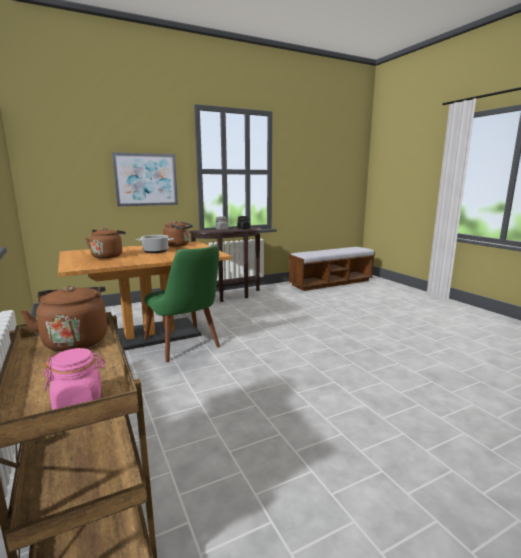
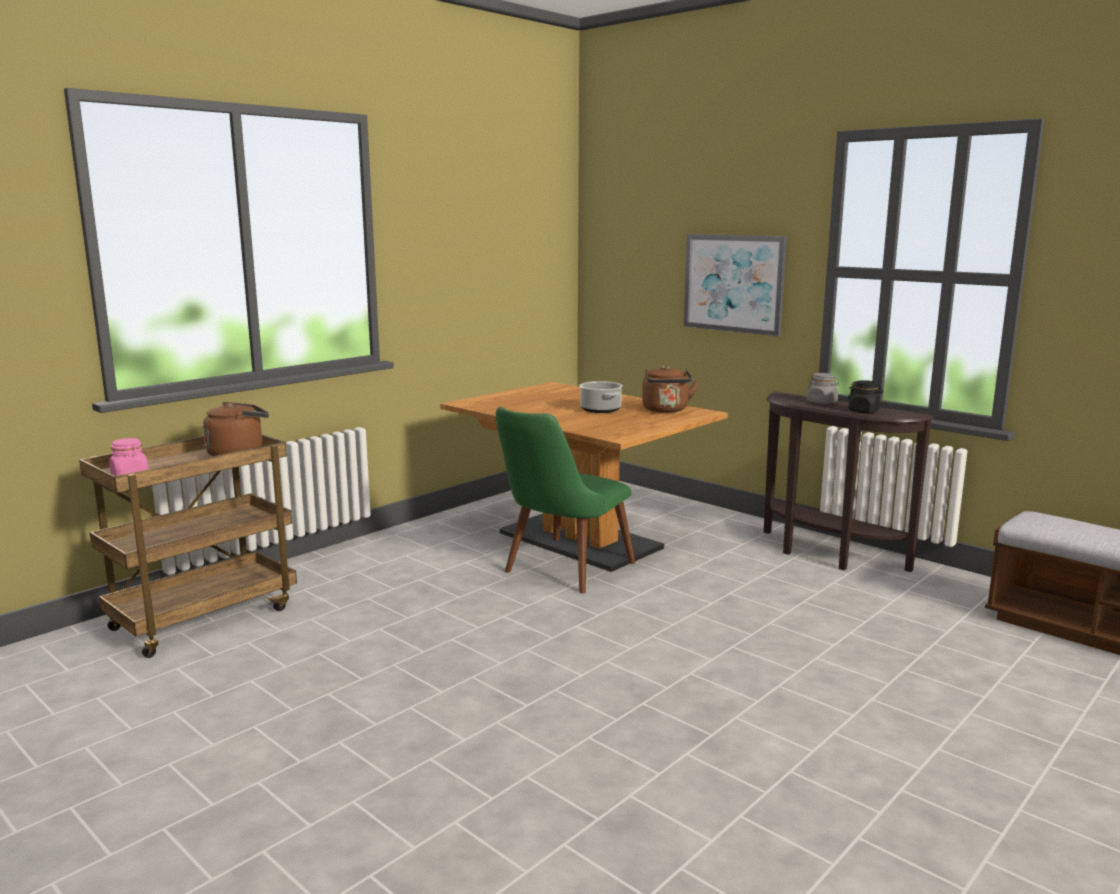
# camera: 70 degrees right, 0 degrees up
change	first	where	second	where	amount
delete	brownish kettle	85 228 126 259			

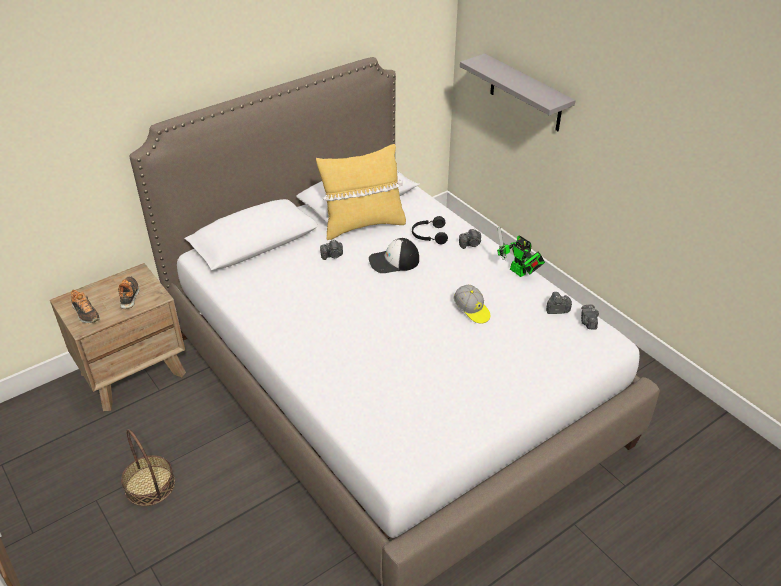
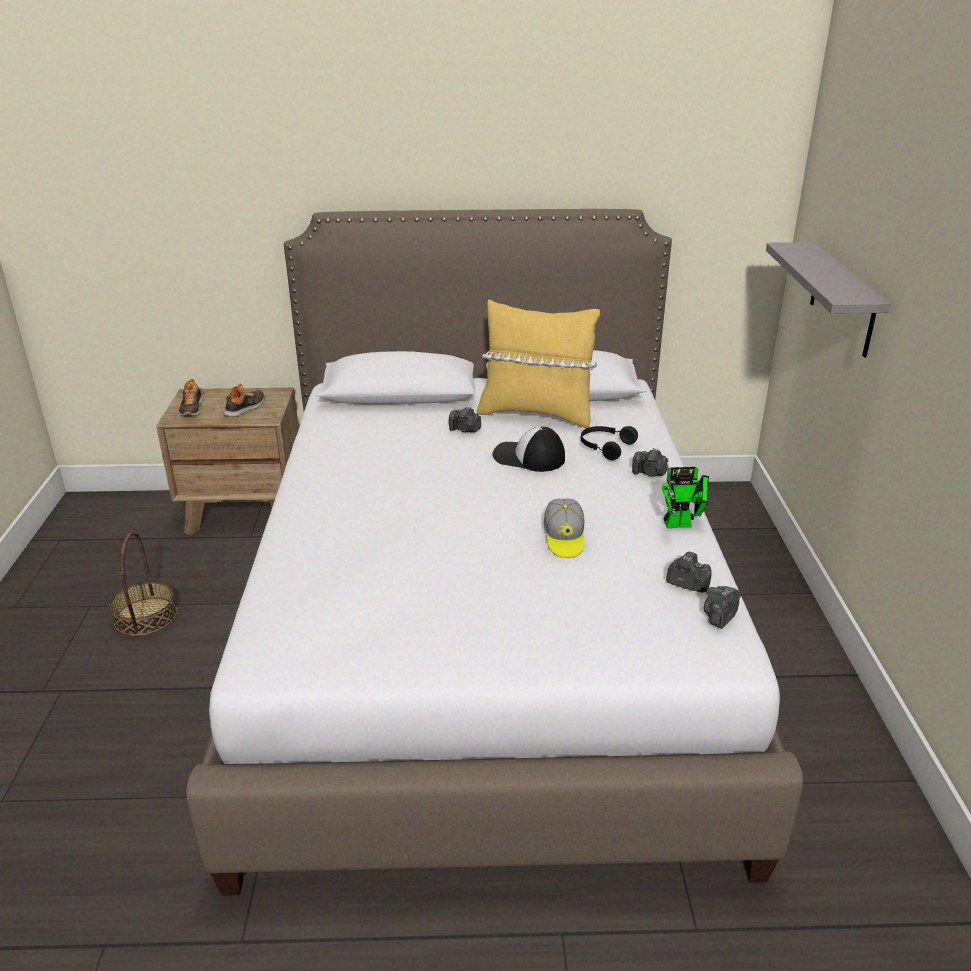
# camera: 35 degrees right, 10 degrees down
change	first	where	second	where	amount
rotate	robot figure	497 226 545 277		662 462 709 528	90 degrees counterclockwise

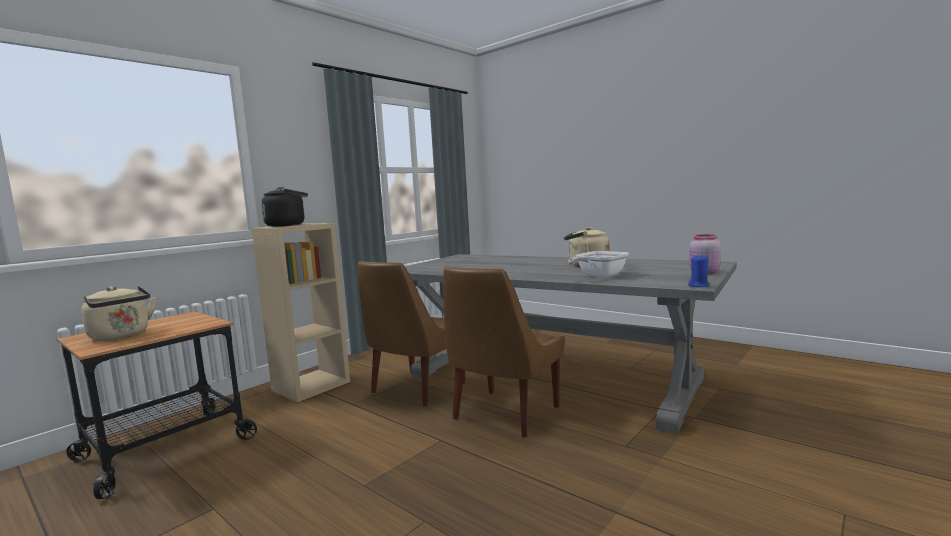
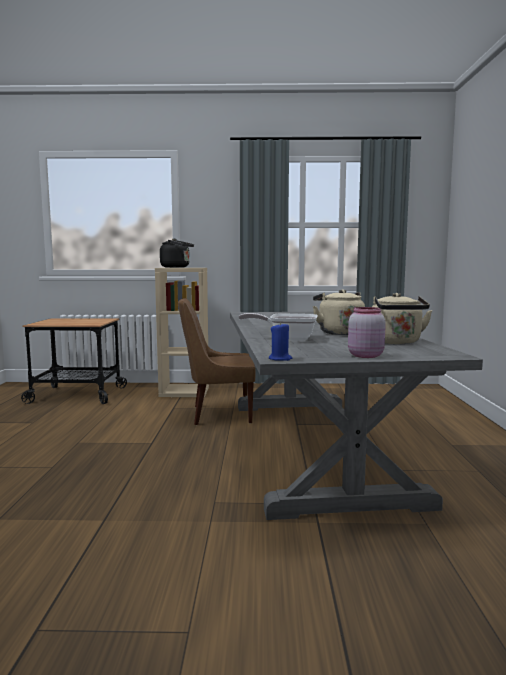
# camera: 50 degrees right, 0 degrees up
change	first	where	second	where	amount
delete	brownish upright chair	443 266 564 438			
move	sand-coloured kettle	81 286 156 340		372 293 432 344	

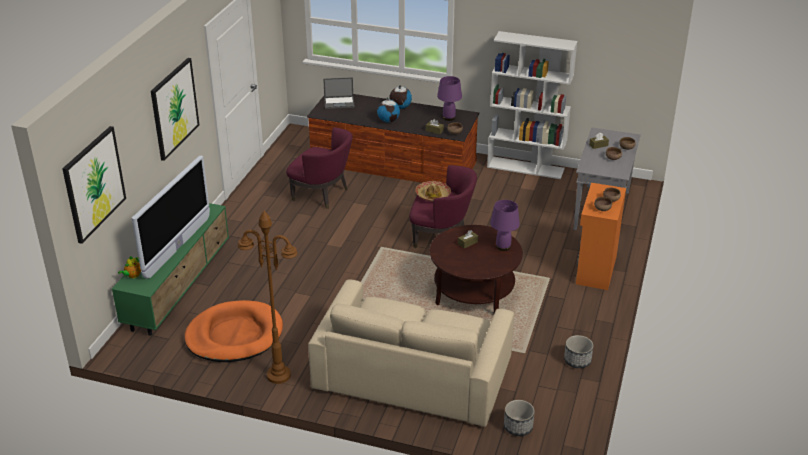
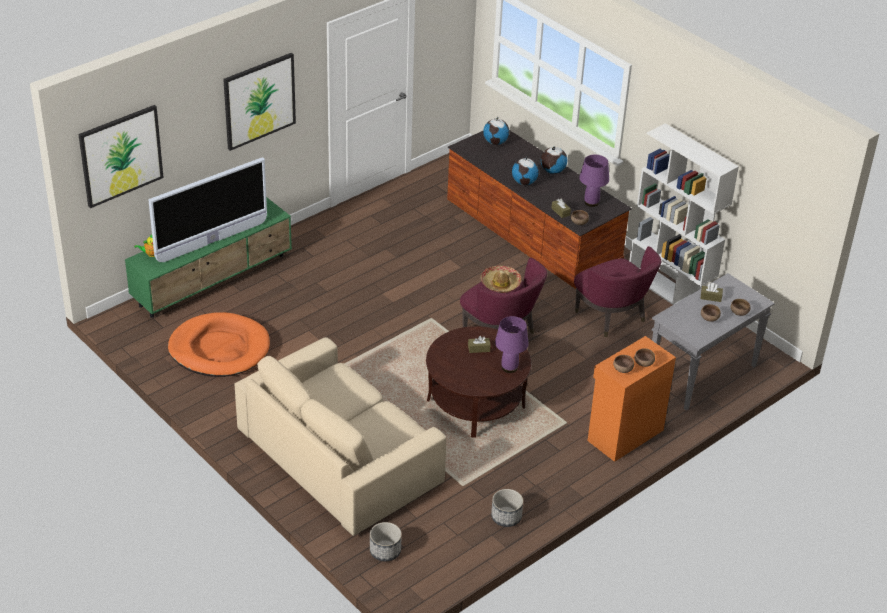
# camera: 30 degrees right, 5 degrees up
change	first	where	second	where	amount
replace	notebook computer	323 77 355 109	desk globe	483 117 510 145	
move	purple easy chair	286 127 353 209		574 246 661 337	
delete	brownish floor lamp	238 211 297 384			

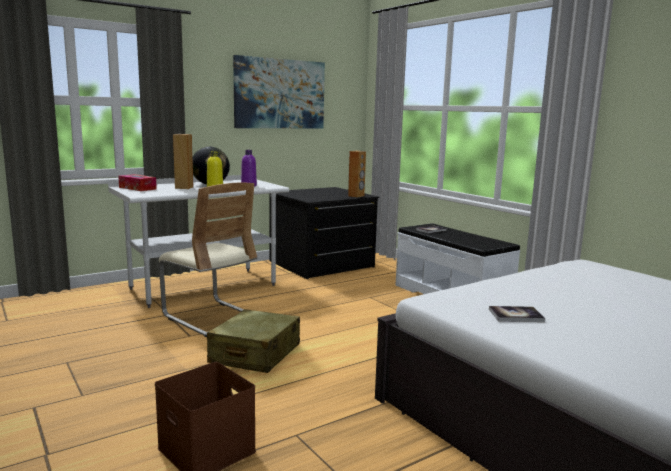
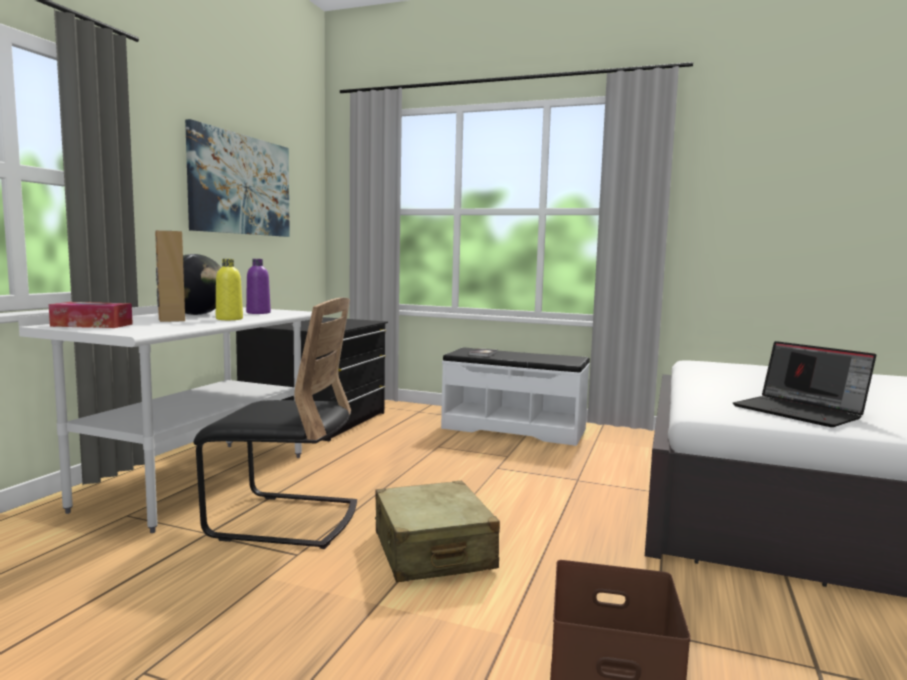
# camera: 35 degrees left, 5 degrees down
change	first	where	second	where	amount
delete	brownish speaker	348 151 366 198			
recolor	sand-coloured upright chair	159 182 257 337	black-coloured upright chair	193 298 357 549	
replace	volume	489 306 545 322	notebook computer	733 341 876 427	

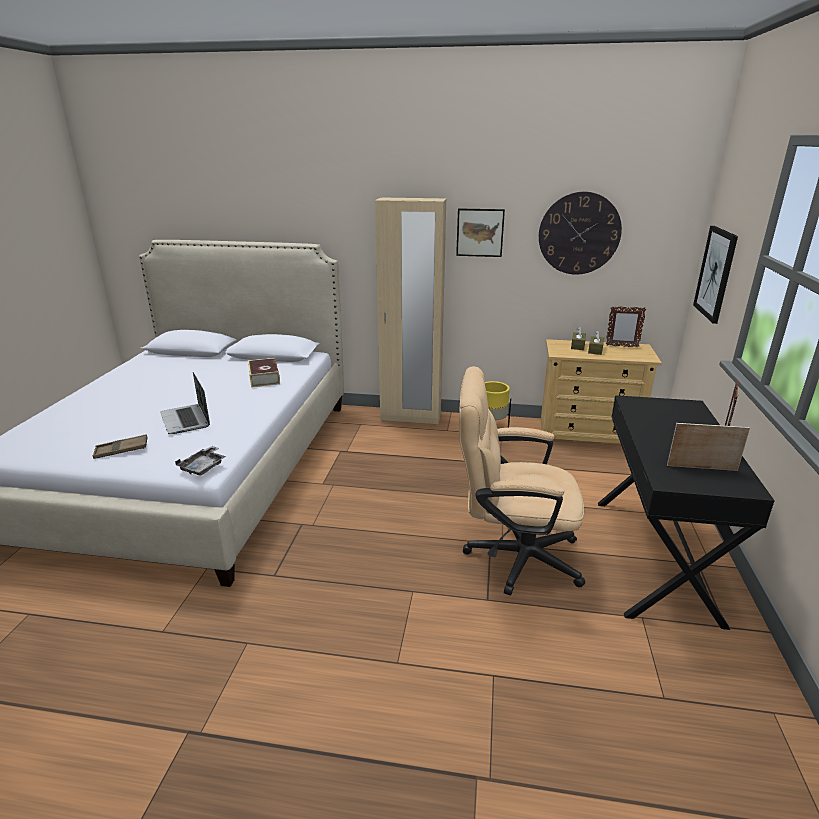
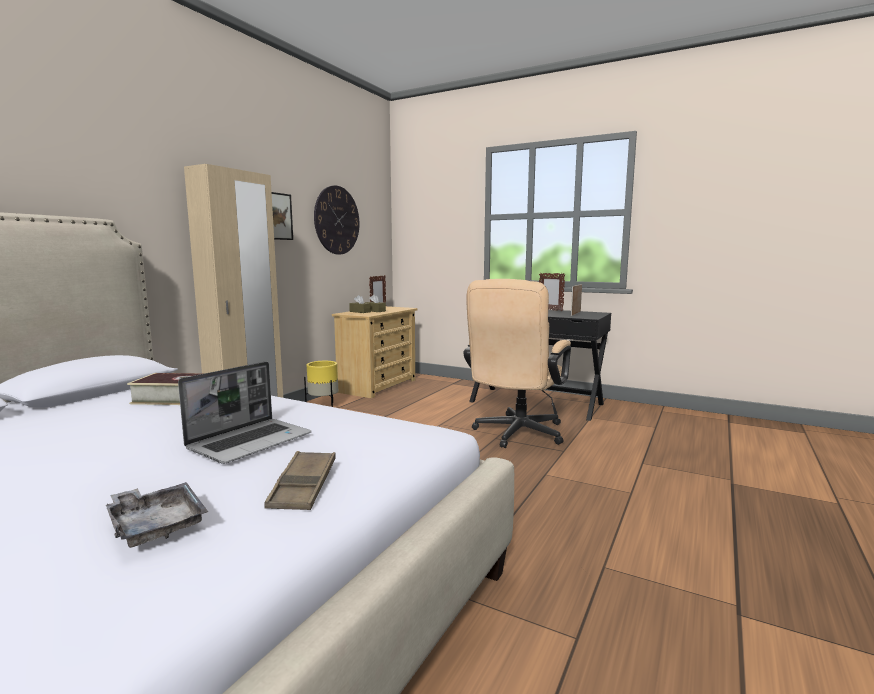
# camera: 70 degrees left, 15 degrees down
change	first	where	second	where	amount
delete	wall picture	693 226 738 324			
rotate	notebook computer	160 372 210 434		178 361 311 464	45 degrees counterclockwise
move	grey carrying tray	175 446 226 476		106 482 208 548	

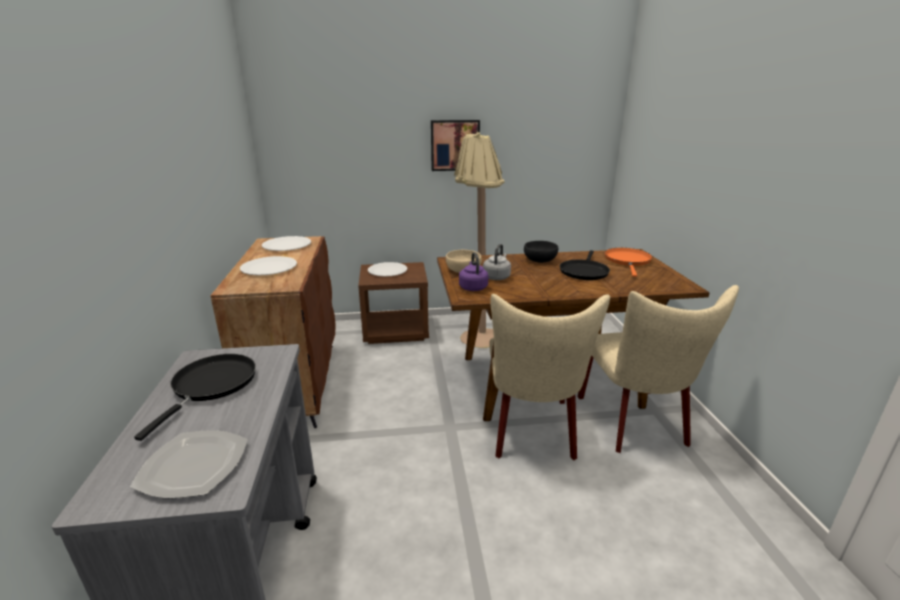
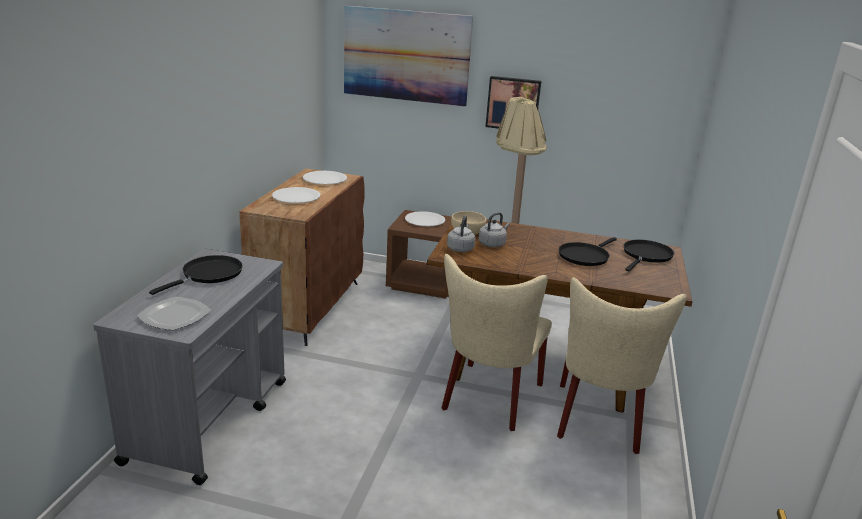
# camera: 20 degrees right, 0 degrees up
change	first	where	second	where	amount
delete	black-coloured bowl	524 241 558 263			
recolor	orange pan	605 248 653 277	black-coloured pan	624 240 674 271	
recolor	purple kettle	459 252 488 291	grey kettle	447 216 475 252	
insert			wall picture	344 6 473 107	

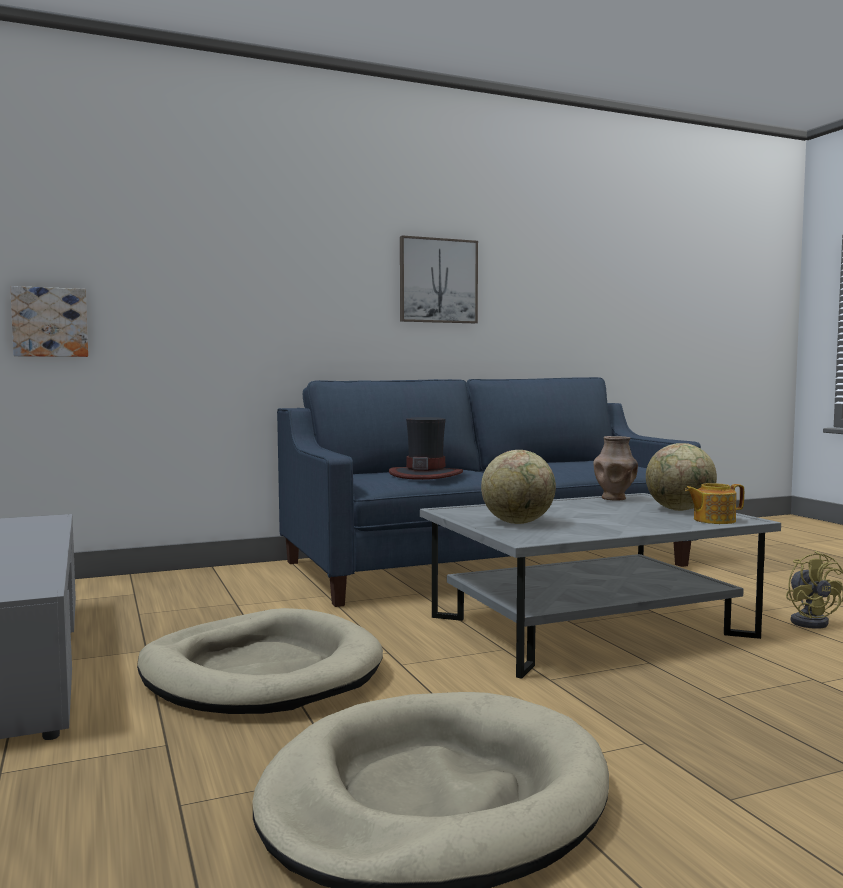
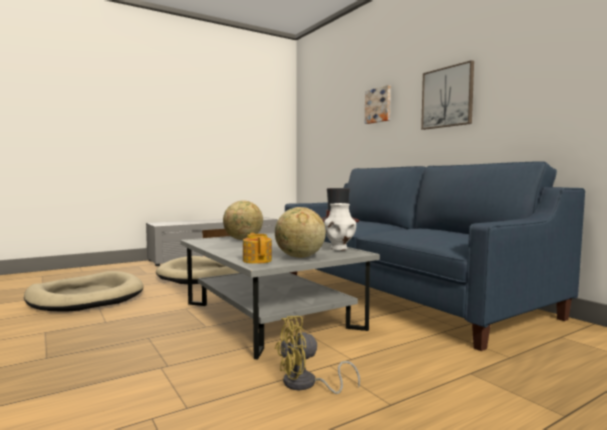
# camera: 80 degrees right, 0 degrees up
change	first	where	second	where	amount
move	wall picture	10 286 88 357		365 85 391 124	
recolor	brownish vase	593 436 638 501	white-coloured vase	324 203 356 251	

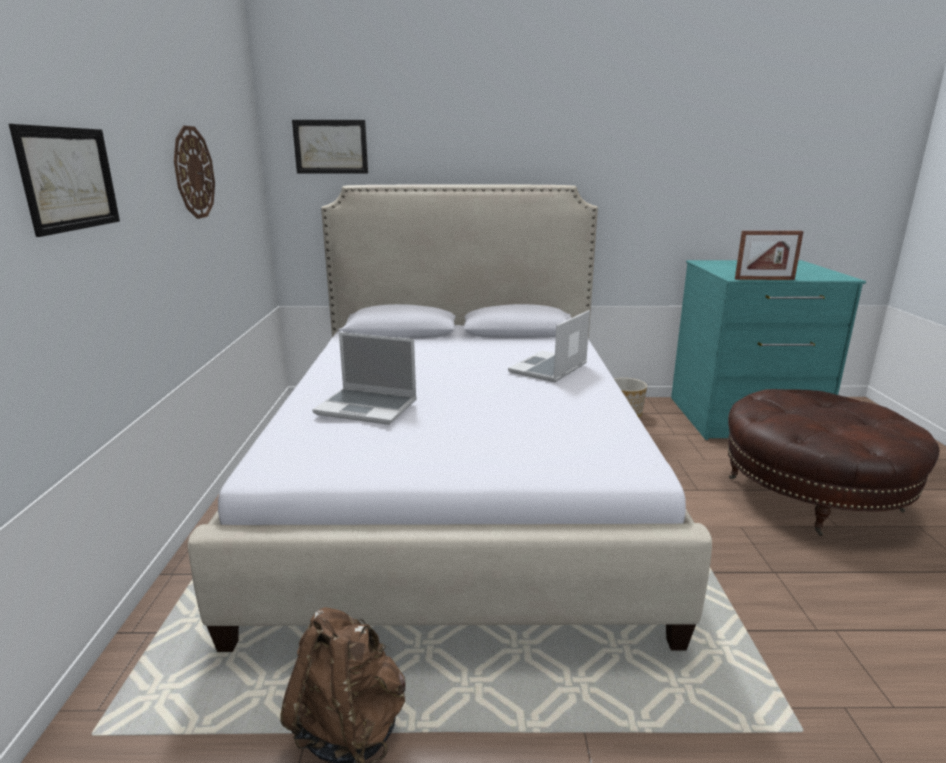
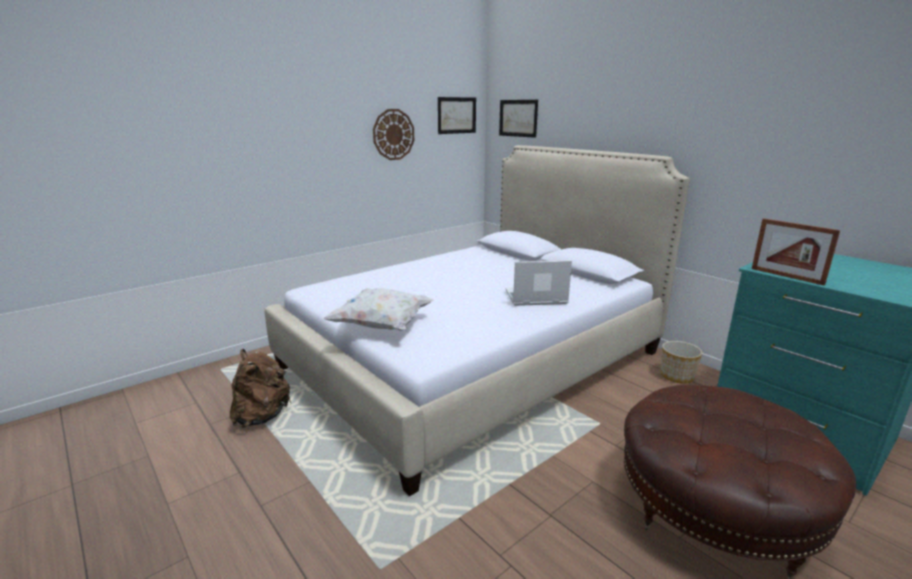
# camera: 50 degrees right, 0 degrees up
change	first	where	second	where	amount
move	wall picture	9 124 120 237		438 97 476 134	
delete	notebook computer	312 332 417 425			
insert			white-coloured throw pillow	323 288 434 331	

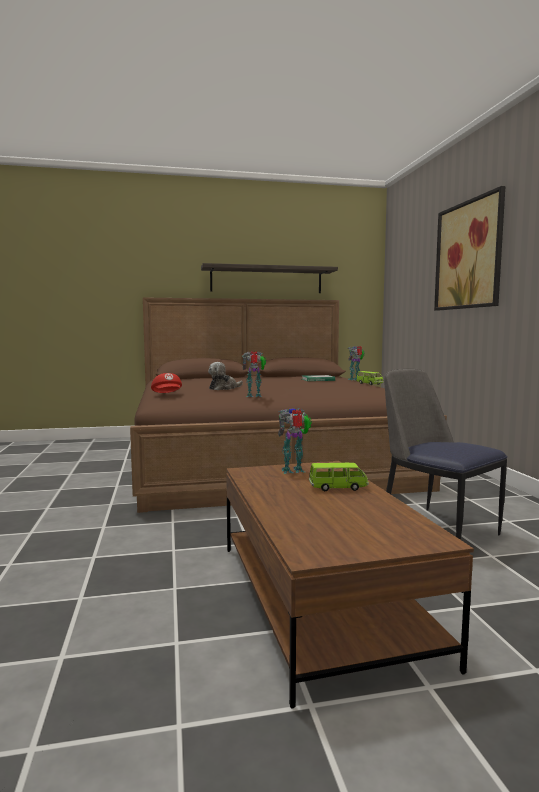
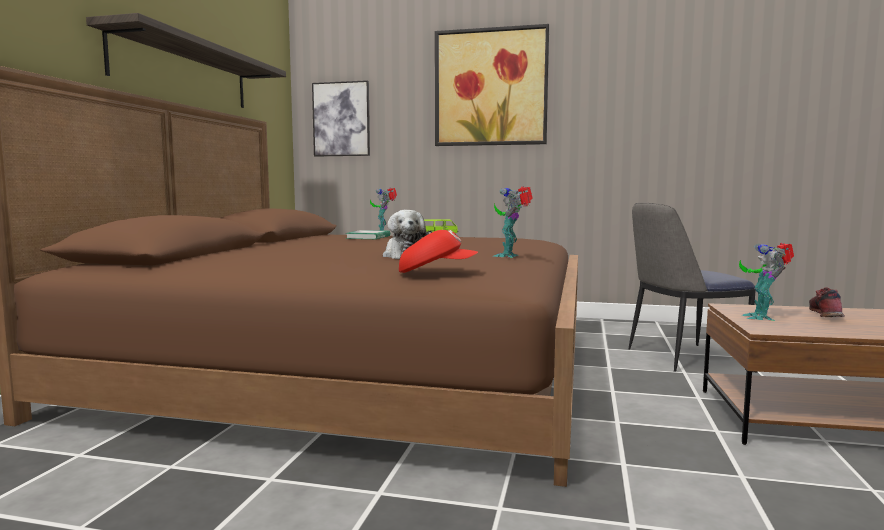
# camera: 65 degrees left, 0 degrees up
change	first	where	second	where	amount
replace	green model car	309 463 369 491	low shoe	809 287 845 317	
insert			wall picture	312 80 370 156	

